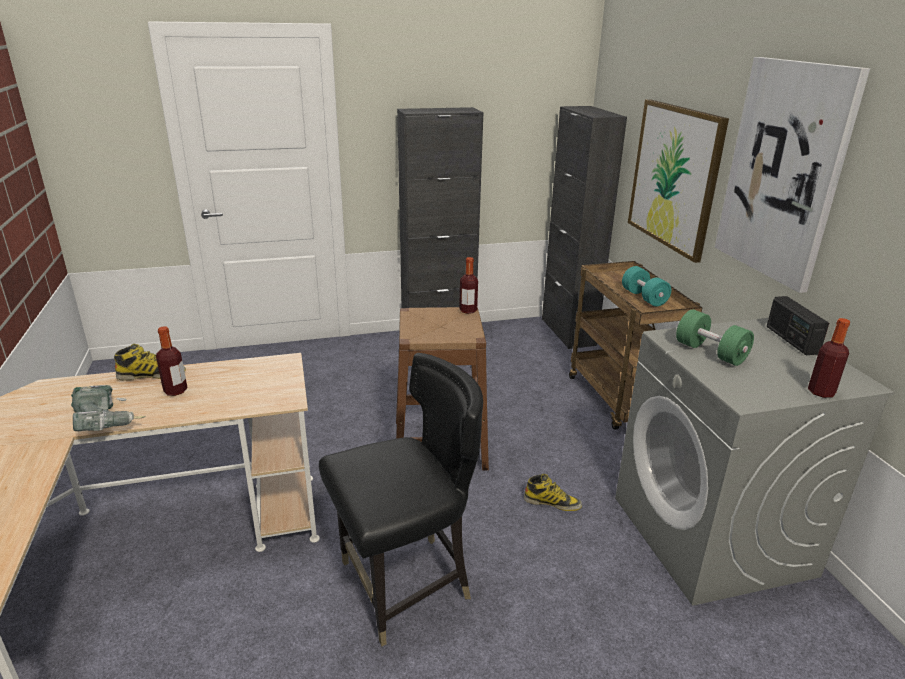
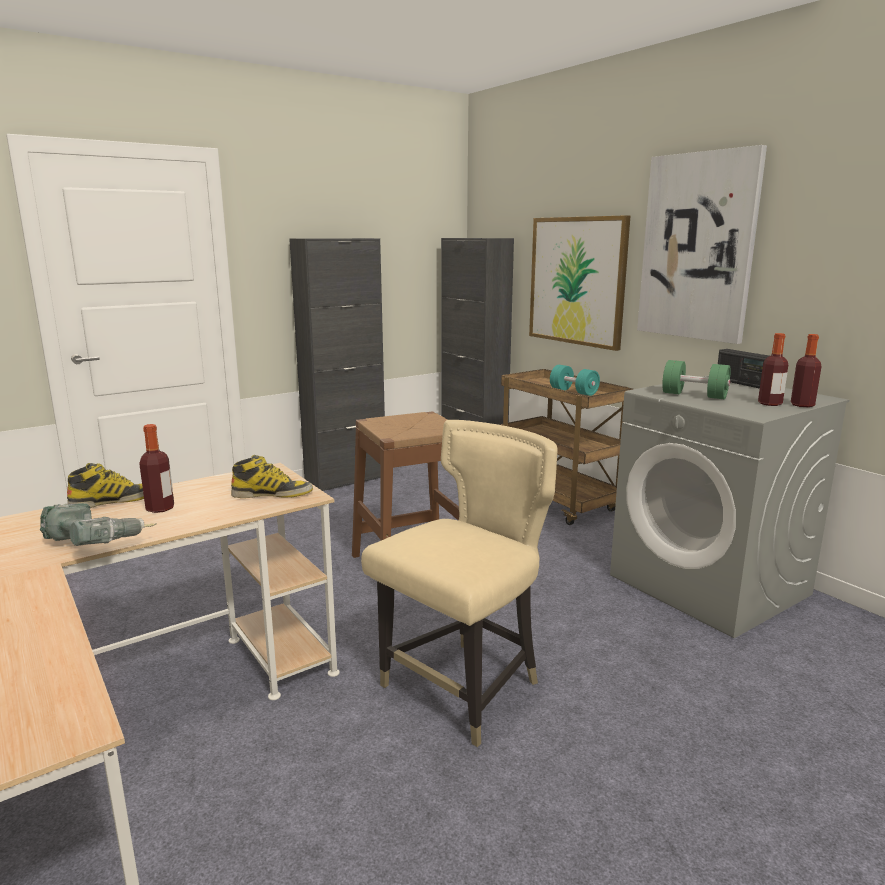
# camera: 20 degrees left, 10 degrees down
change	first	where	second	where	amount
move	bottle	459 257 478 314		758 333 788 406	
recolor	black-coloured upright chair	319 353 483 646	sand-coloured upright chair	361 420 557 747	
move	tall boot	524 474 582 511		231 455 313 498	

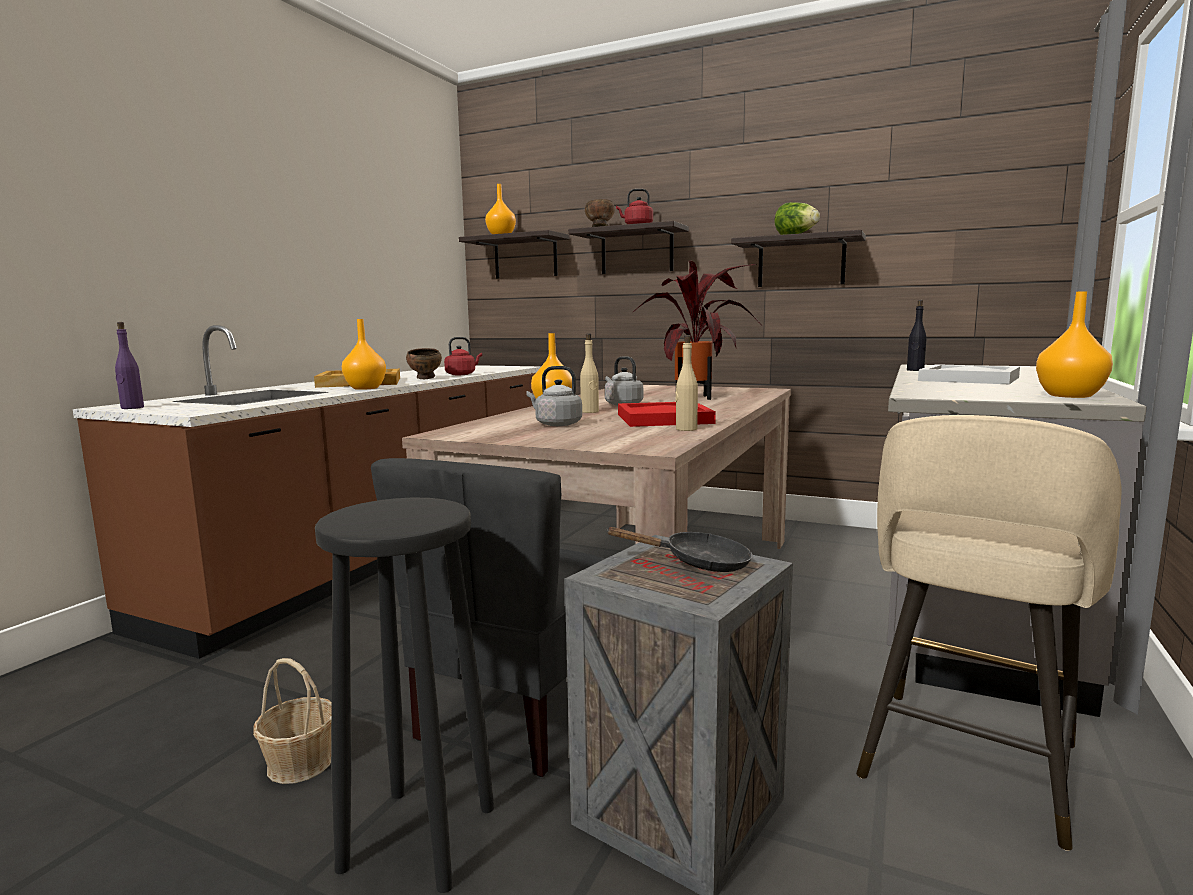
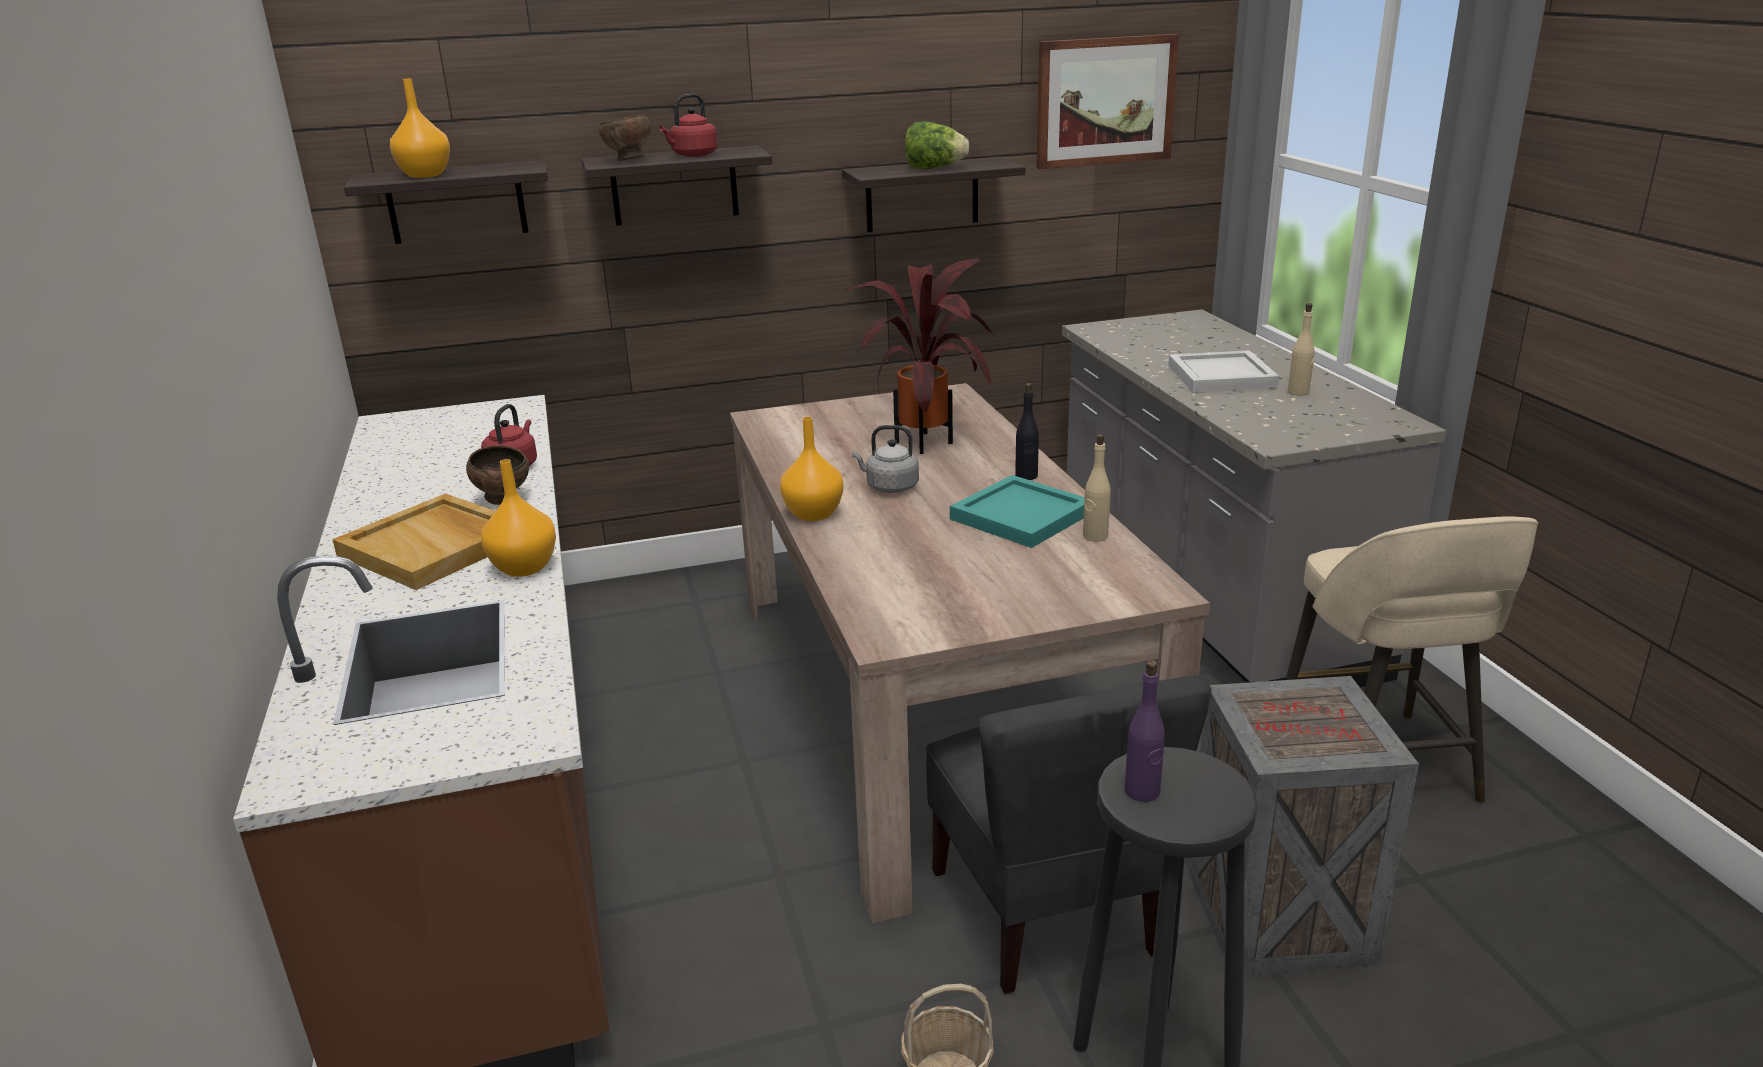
# camera: 40 degrees left, 15 degrees up
change	first	where	second	where	amount
delete	orange vase	1036 291 1113 398			
move	black-coloured bottle	907 300 927 371		1015 383 1039 480	
move	purple bottle	115 322 144 409		1125 660 1165 802	
move	sand-coloured bottle	580 333 599 413		1288 303 1315 395	
delete	grey kettle	526 366 582 426			
recolor	reddish carrying tray	618 402 716 427	turquoise-coloured carrying tray	950 475 1085 548	
delete	black-coloured pan	606 527 753 572			
insert			wall picture	1036 34 1179 169	

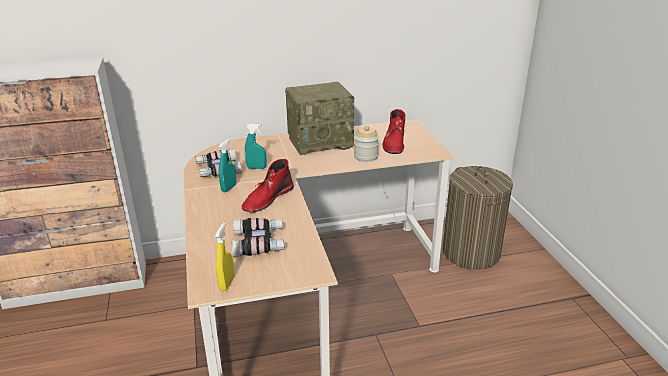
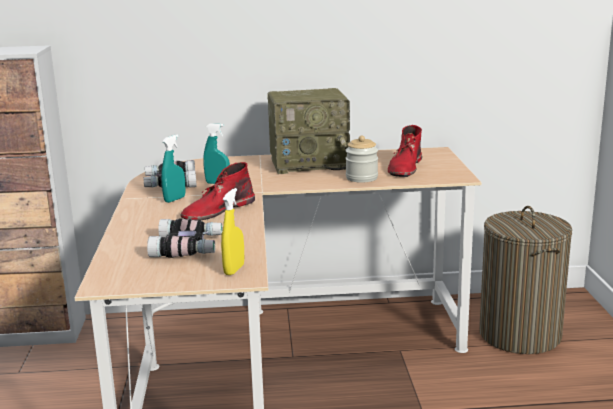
# camera: 10 degrees right, 10 degrees down
change	first	where	second	where	amount
move	yellowish sprayer	215 223 234 291		221 188 244 275	

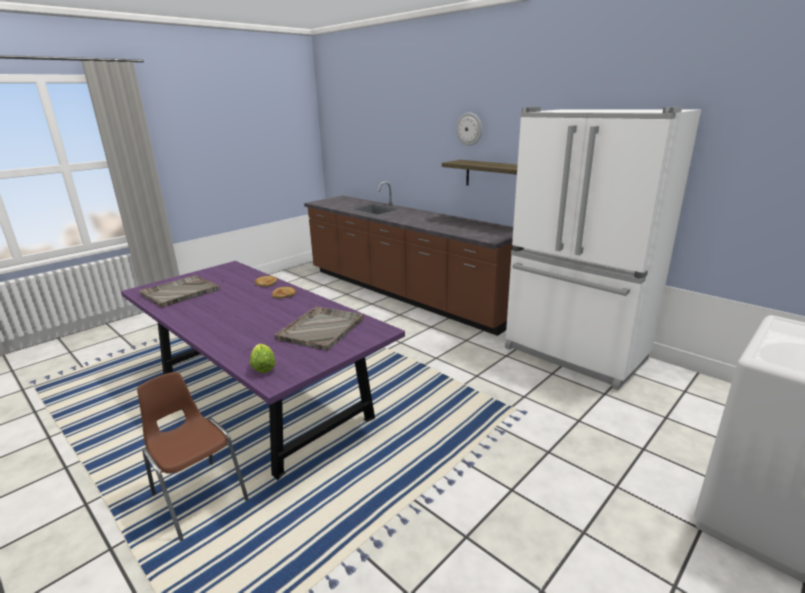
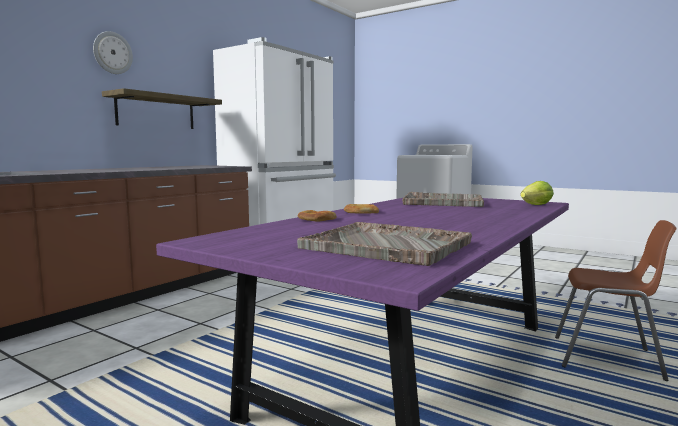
# camera: 100 degrees left, 15 degrees down
change	first	where	second	where	amount
rotate	brownish upright chair	137 372 249 541		555 220 677 381	105 degrees counterclockwise

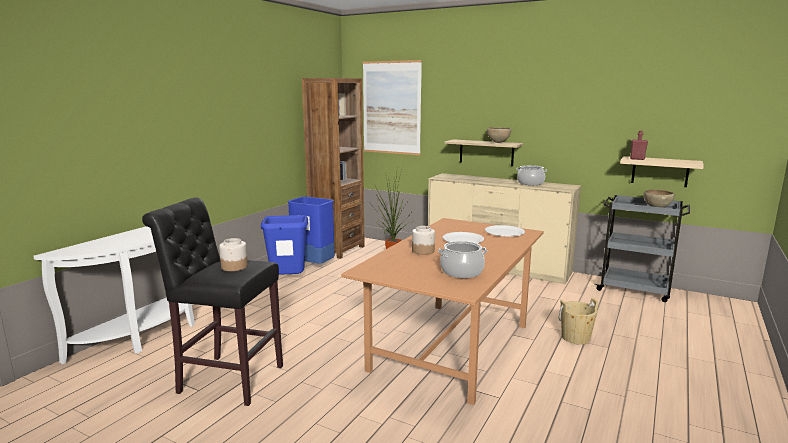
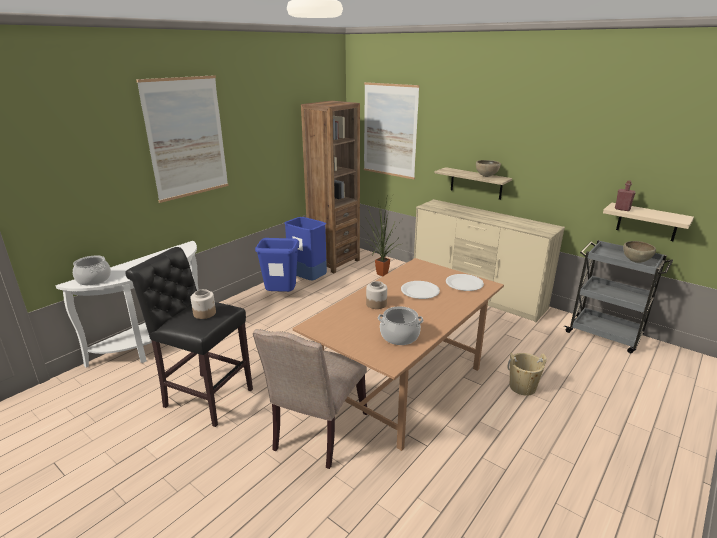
# camera: 10 degrees right, 10 degrees up
change	first	where	second	where	amount
move	stockpot	516 165 547 185		73 255 111 285	
insert			wall picture	136 75 229 203	
insert			sand-coloured upright chair	253 329 367 469	

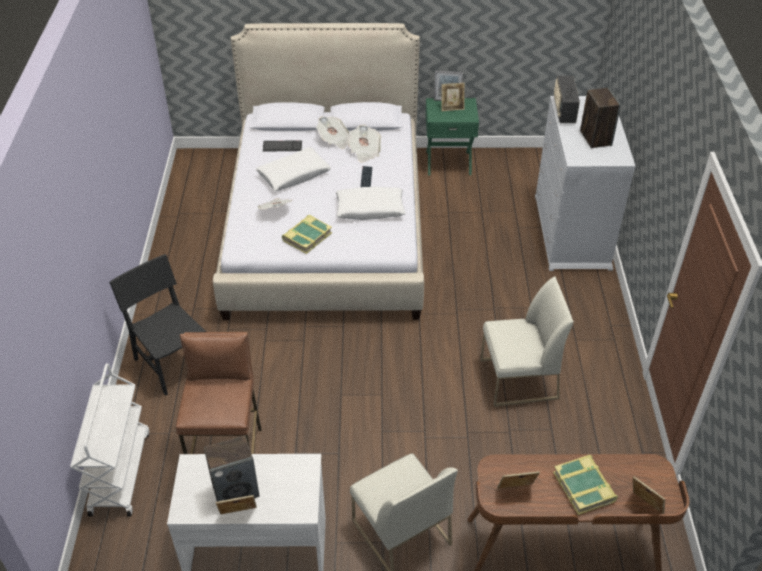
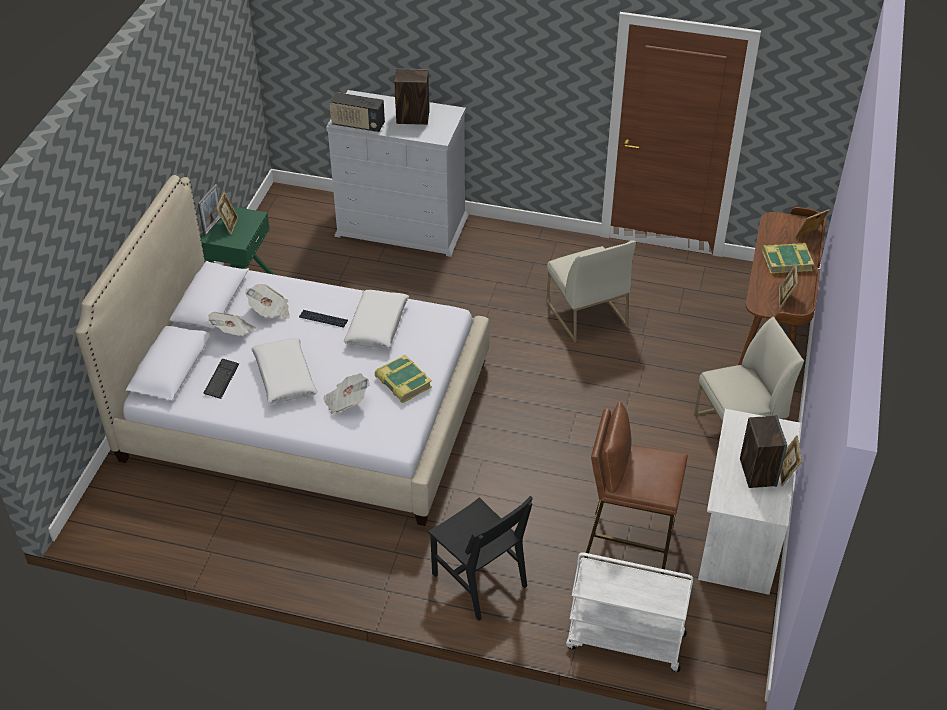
# camera: 75 degrees left, 0 degrees up
change	first	where	second	where	amount
rotate	black-coloured upright chair	109 254 206 396		428 496 533 621	105 degrees counterclockwise
rotate	white-coloured upright chair	480 276 574 407		546 241 636 343	150 degrees clockwise

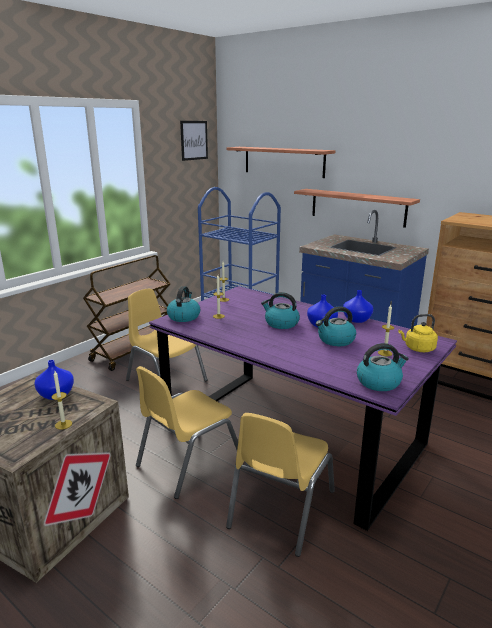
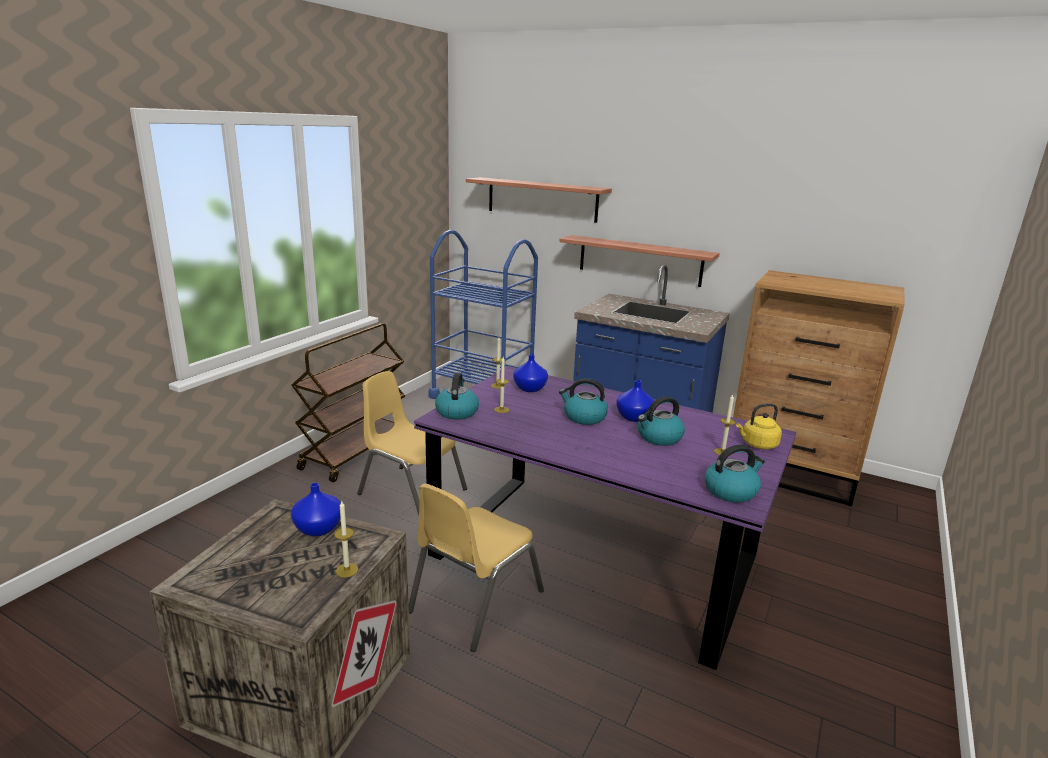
# camera: 10 degrees left, 0 degrees up
change	first	where	second	where	amount
delete	wall picture	180 121 208 161			
move	blue-coloured vase	343 290 373 323		513 354 548 392	
delete	yellowish upright chair	226 413 335 557			

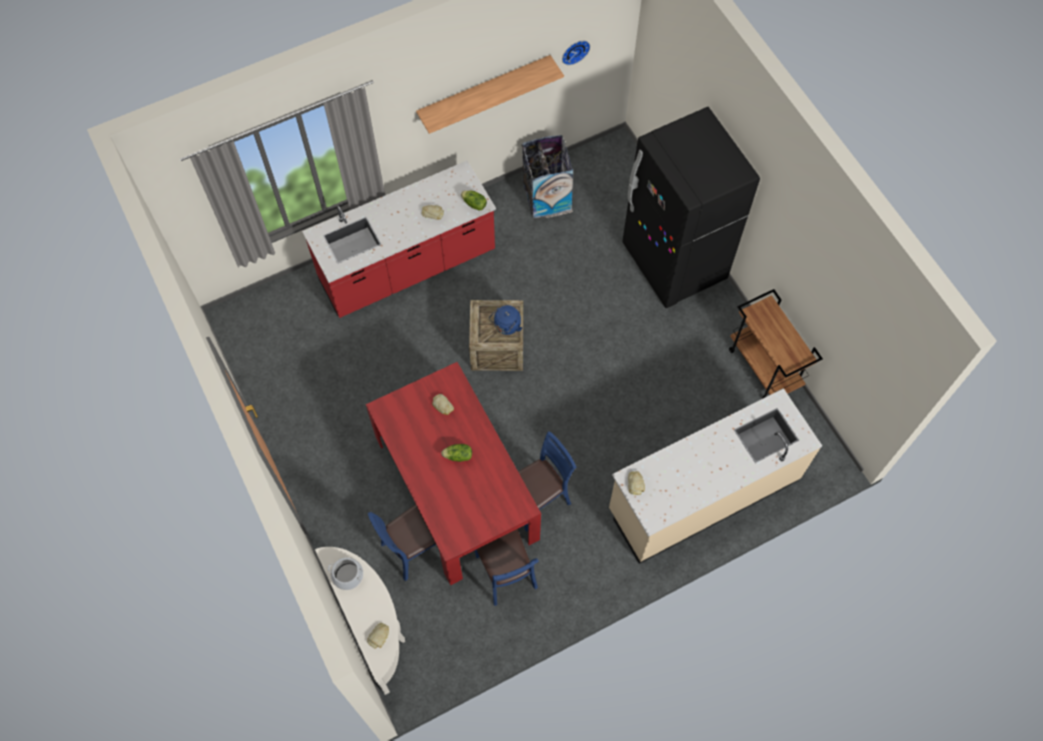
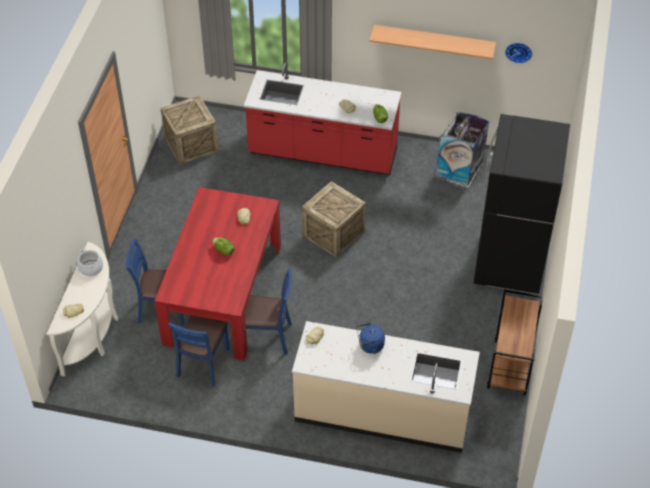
# camera: 40 degrees right, 15 degrees down
change	first	where	second	where	amount
move	blue-coloured kettle	489 305 522 335		356 323 385 354	
insert			shipping crate	161 95 218 165	

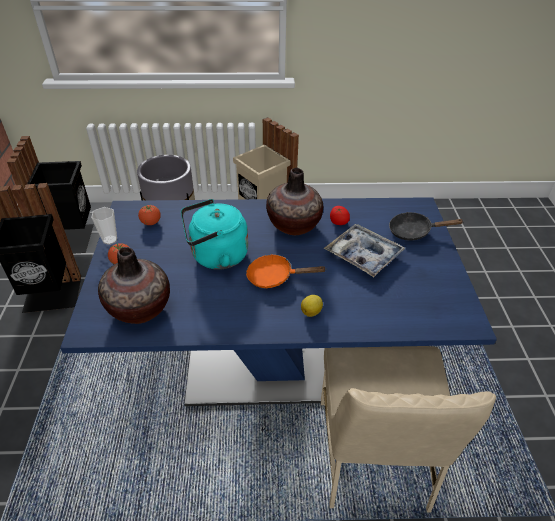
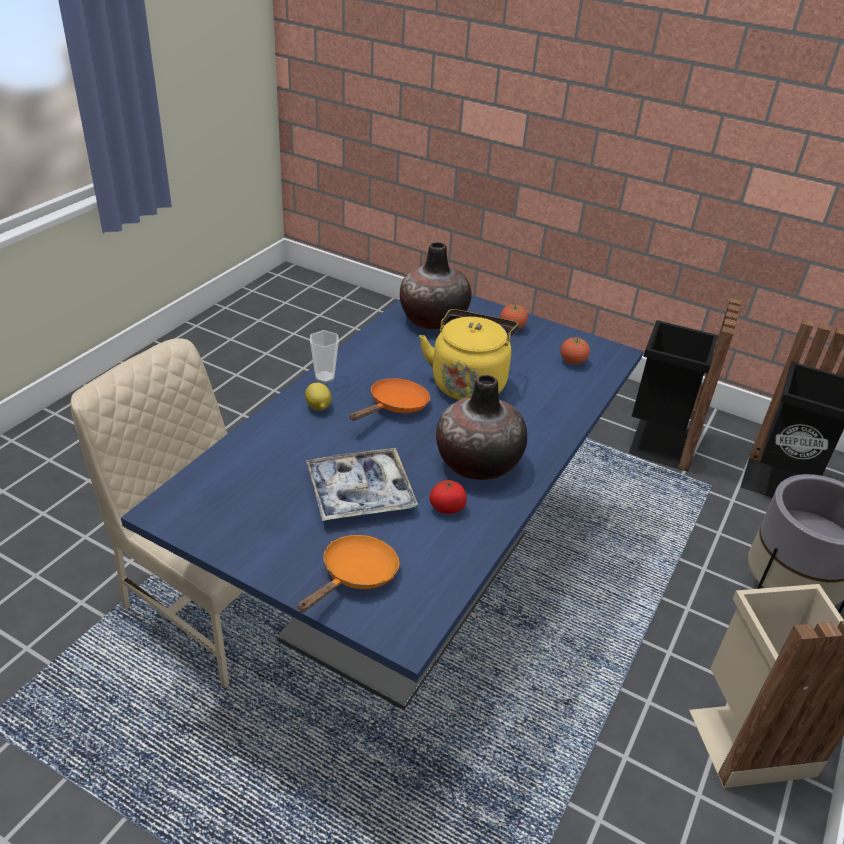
# camera: 120 degrees right, 5 degrees down
change	first	where	second	where	amount
recolor	turquoise-coloured kettle	181 199 248 270	yellowish kettle	419 309 519 400	
move	small cup	91 207 117 245		310 330 339 383	
recolor	black-coloured pan	389 212 464 241	orange pan	297 535 400 613	

